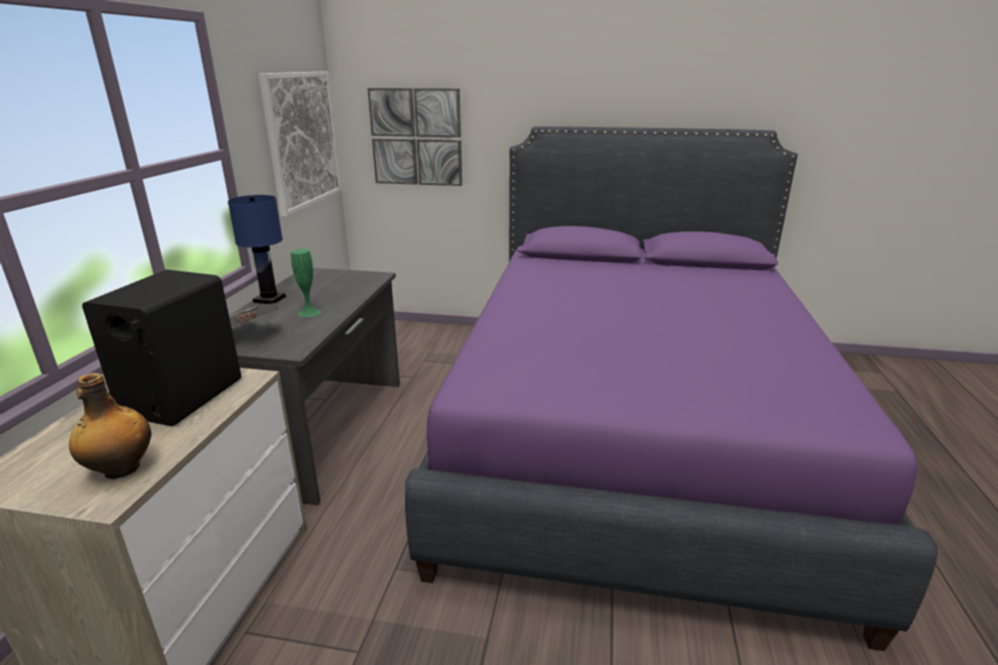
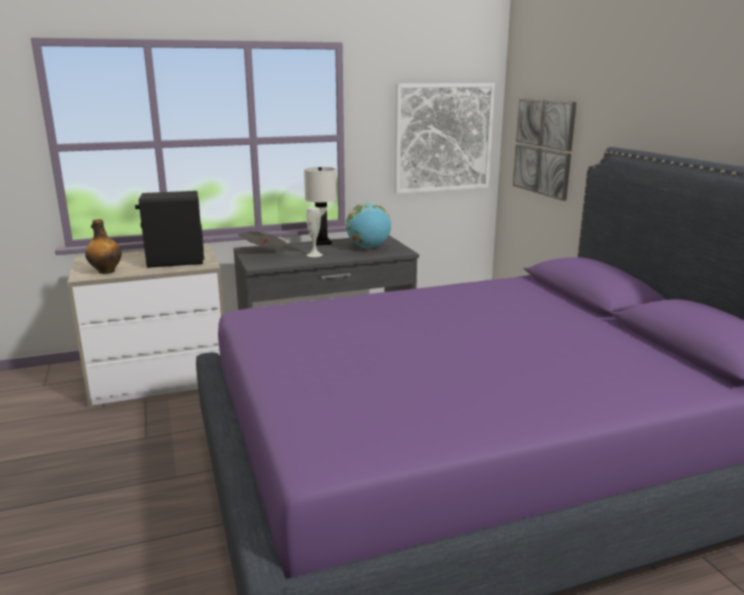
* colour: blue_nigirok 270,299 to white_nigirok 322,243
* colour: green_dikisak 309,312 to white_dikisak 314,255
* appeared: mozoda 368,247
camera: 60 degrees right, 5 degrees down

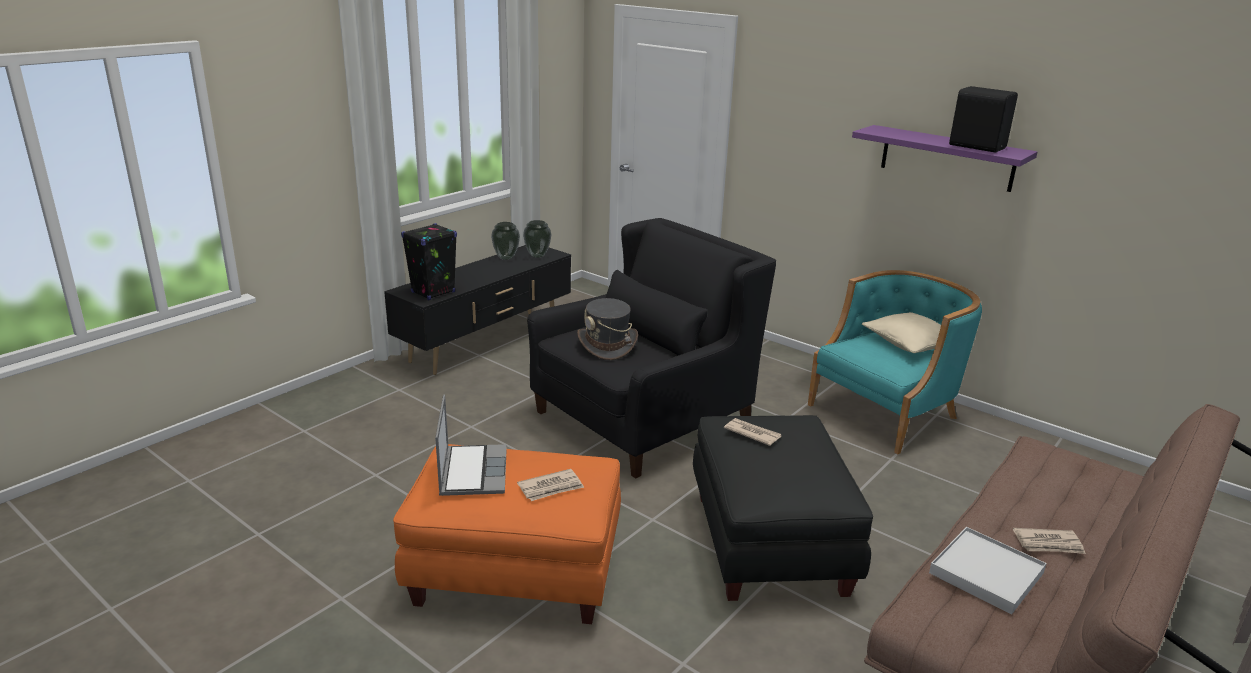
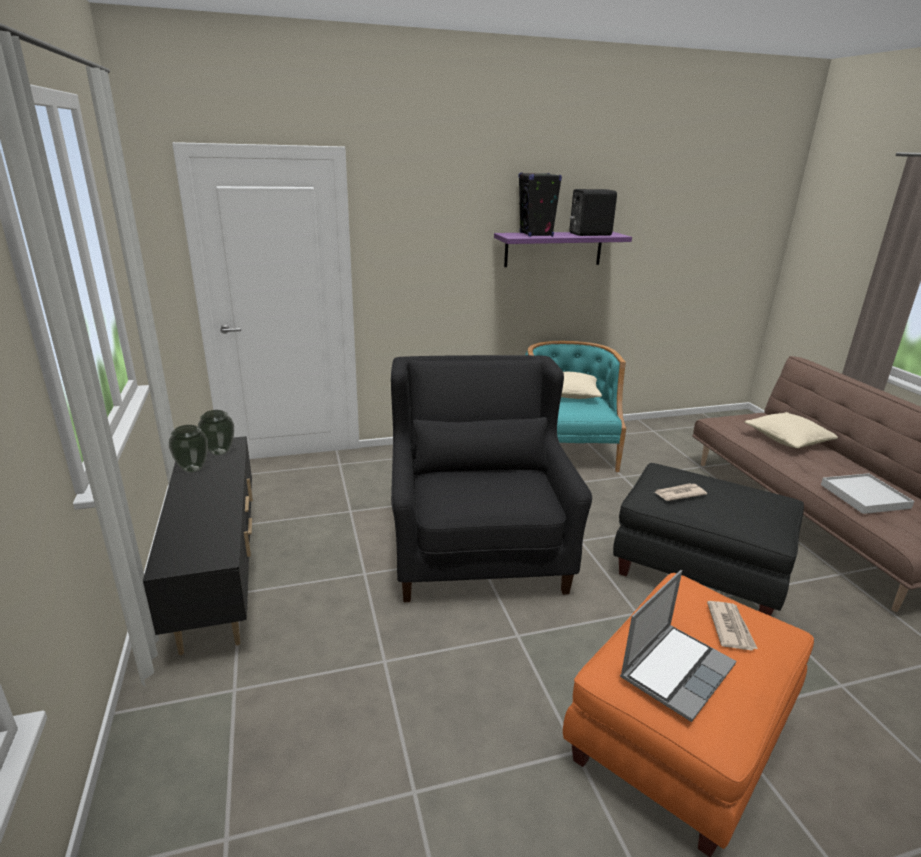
* relocated: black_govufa 433,292 to 536,234
* missing: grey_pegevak 607,345
* spun: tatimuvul 472,471 = 676,670 105 degrees clockwise
* missing: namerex 1049,544
* appeared: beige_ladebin 788,439
camera: 55 degrees left, 0 degrees up

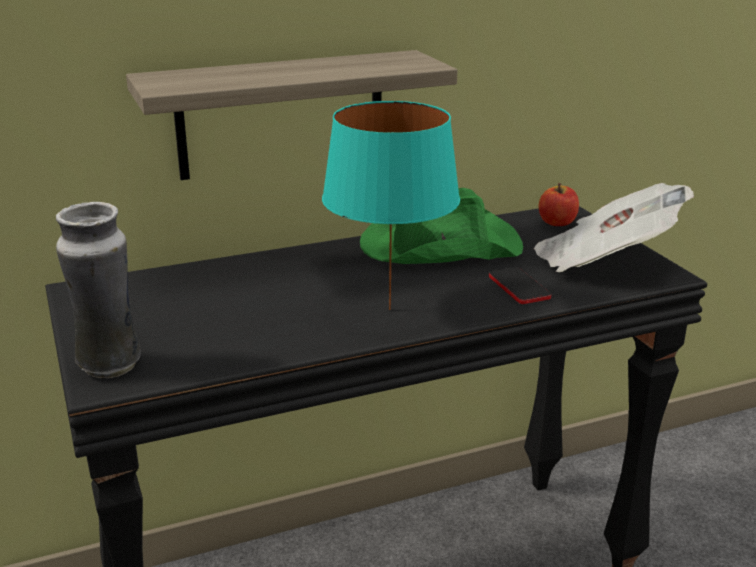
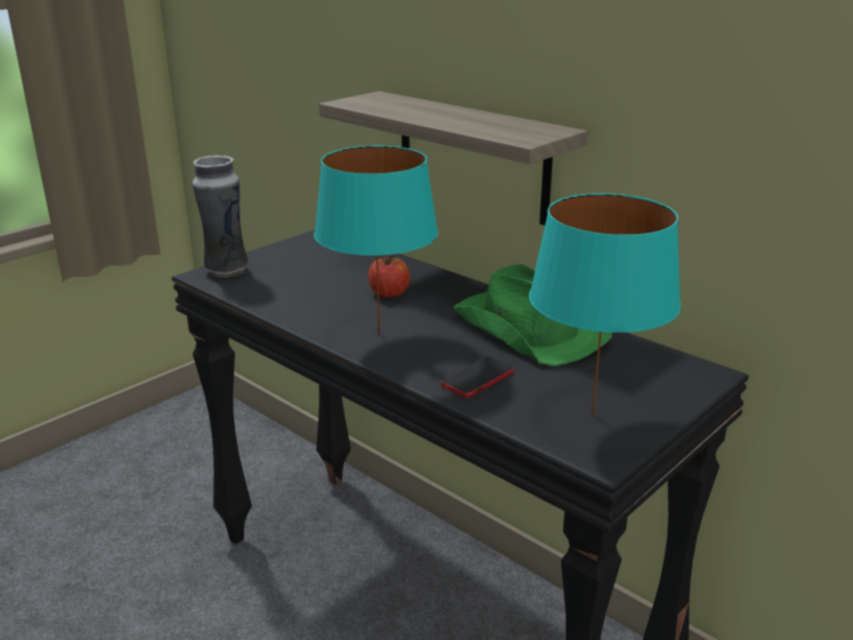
* exchanged: namerex 604,262 to turquoise_nigirok 591,413
* relocated: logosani 557,222 to 389,293
camera: 65 degrees right, 0 degrees up

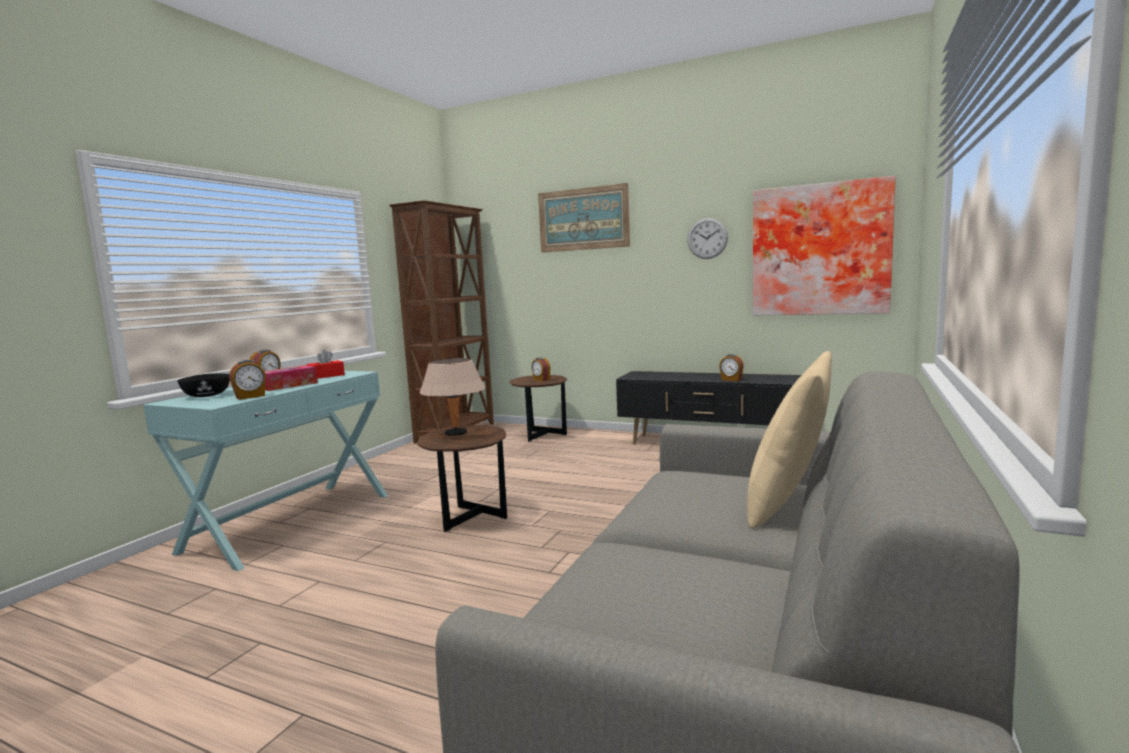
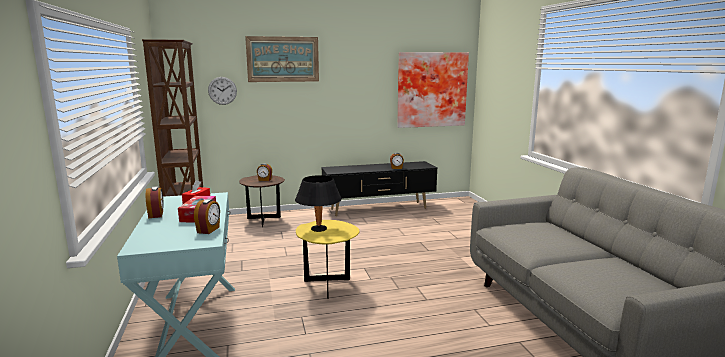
* relocated: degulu 707,238 to 222,90
* missing: beige_ladebin 788,503
* colour: beige_nigirok 456,433 to black_nigirok 318,229
* missing: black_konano 206,396
* colour: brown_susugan 469,520 to yellow_susugan 328,287
camera: 40 degrees left, 5 degrees up

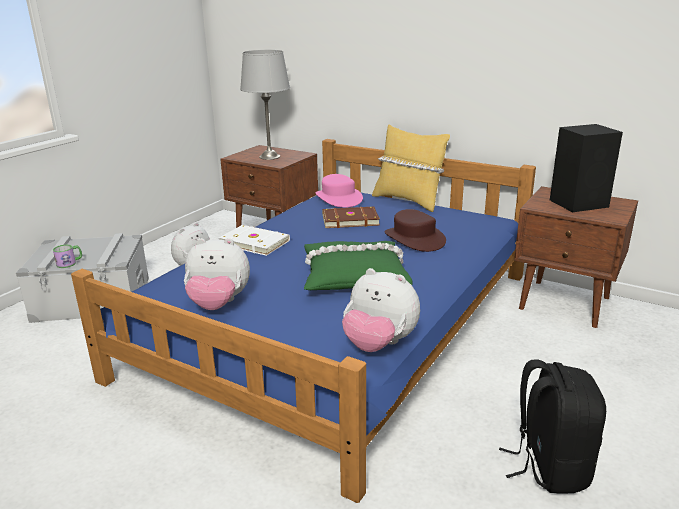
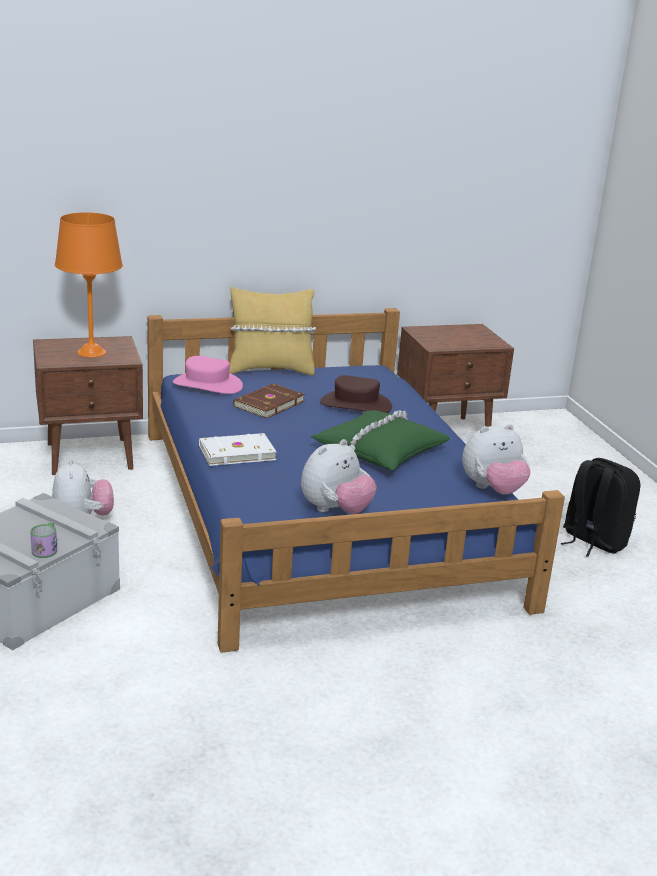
* colour: grey_nigirok 269,156 to orange_nigirok 91,352
* missing: black_govufa 580,203
camera: 50 degrees left, 0 degrees up

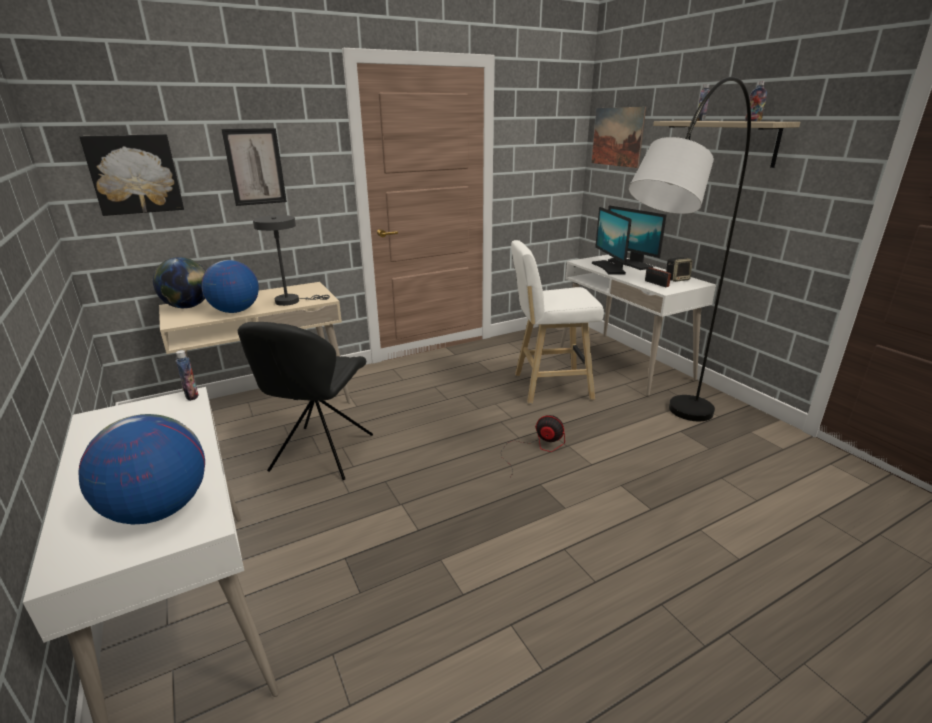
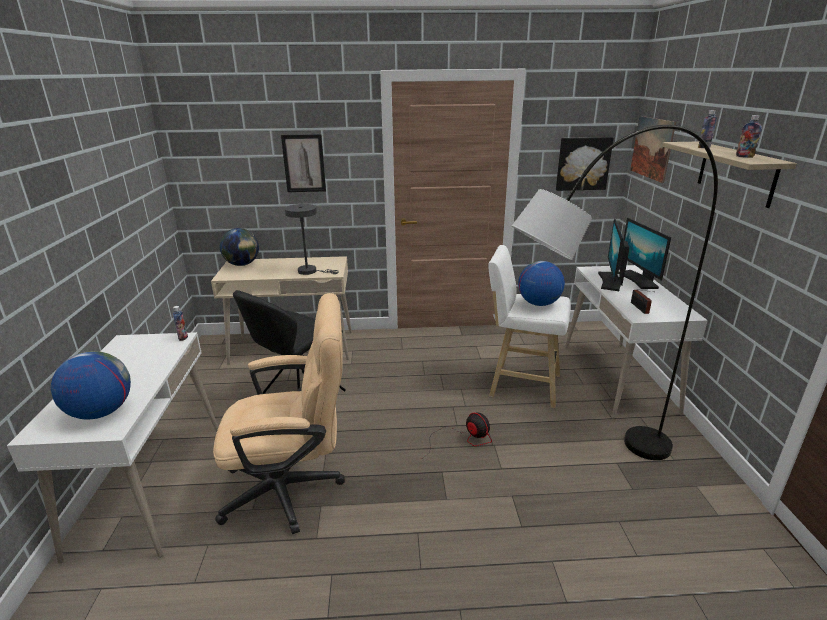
* relocated: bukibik 135,174 to 582,163
* missing: govufa 677,279
* relocated: mozoda 235,311 to 538,303
* appeared: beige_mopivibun 293,488
camera: 25 degrees right, 0 degrees up

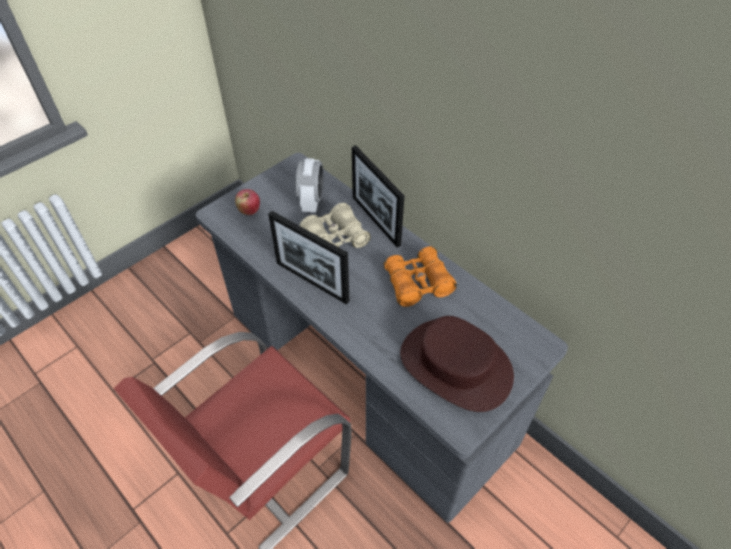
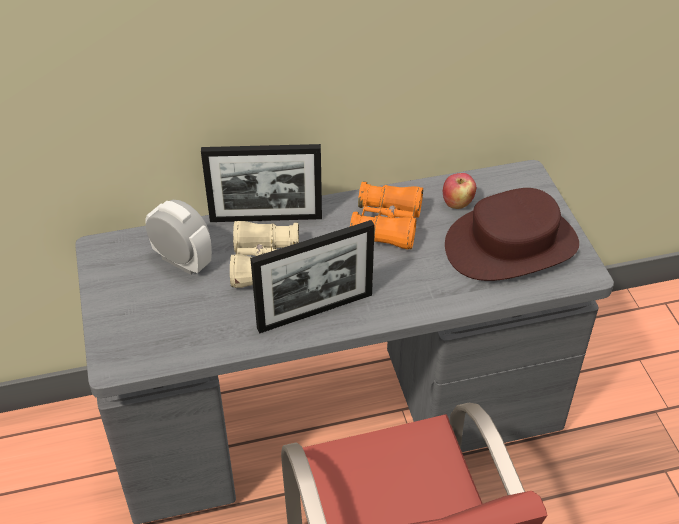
* relocated: logosani 249,211 to 457,203
camera: 60 degrees left, 5 degrees down

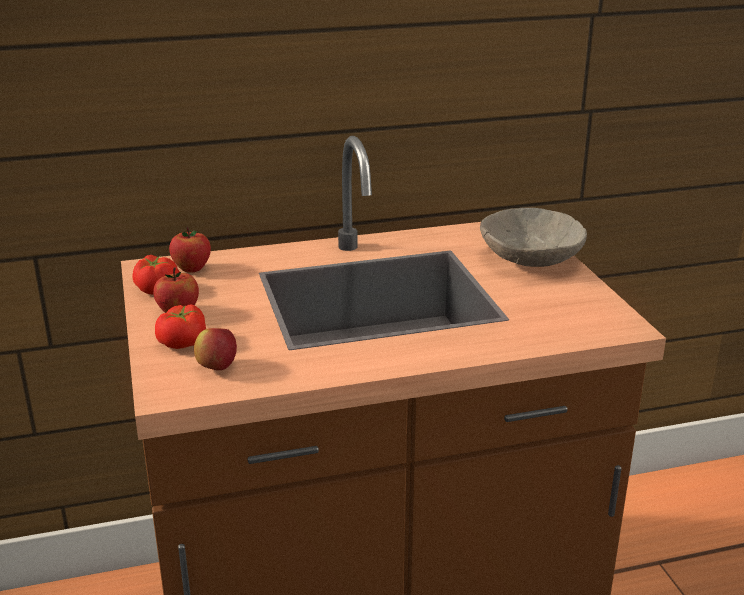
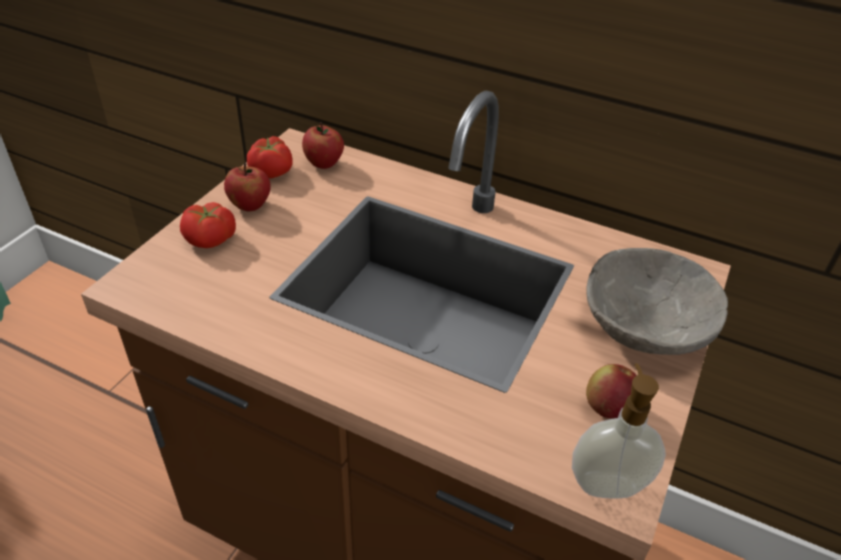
* relocated: logosani 217,367 to 607,407
* appeared: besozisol 607,483
camera: 40 degrees right, 15 degrees up

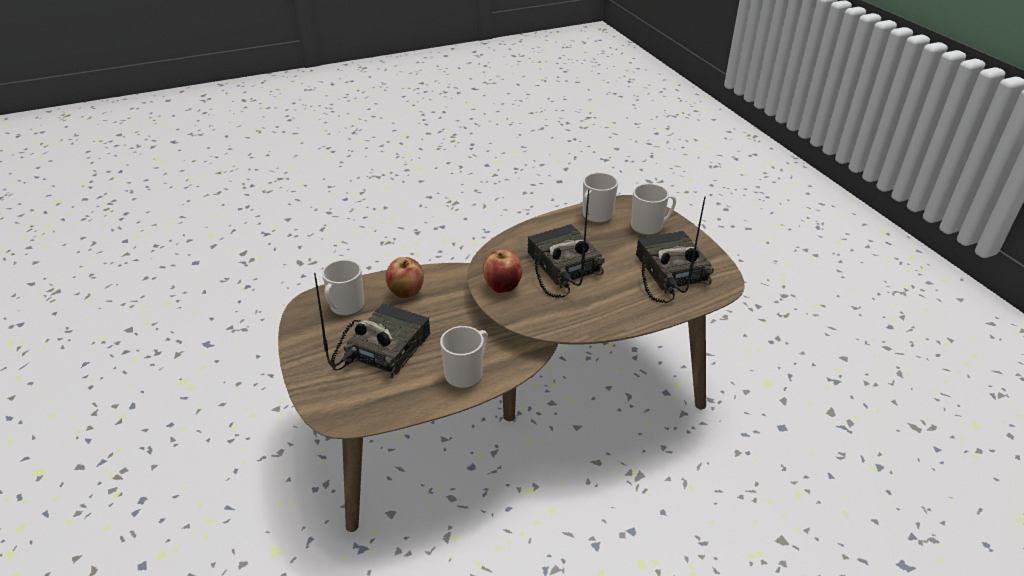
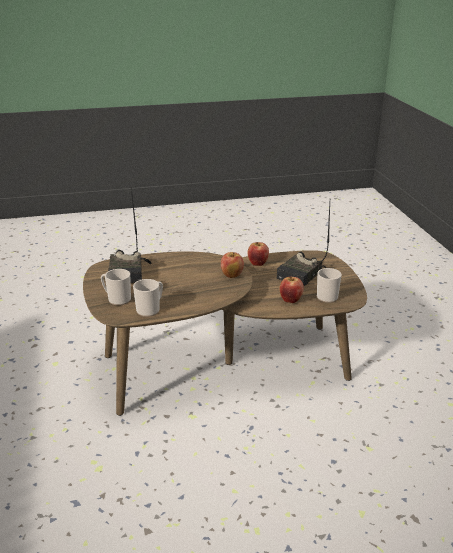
* missing: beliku 560,268
* exchanged: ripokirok 467,373 to logosani 258,263
camera: 170 degrees left, 10 degrees down

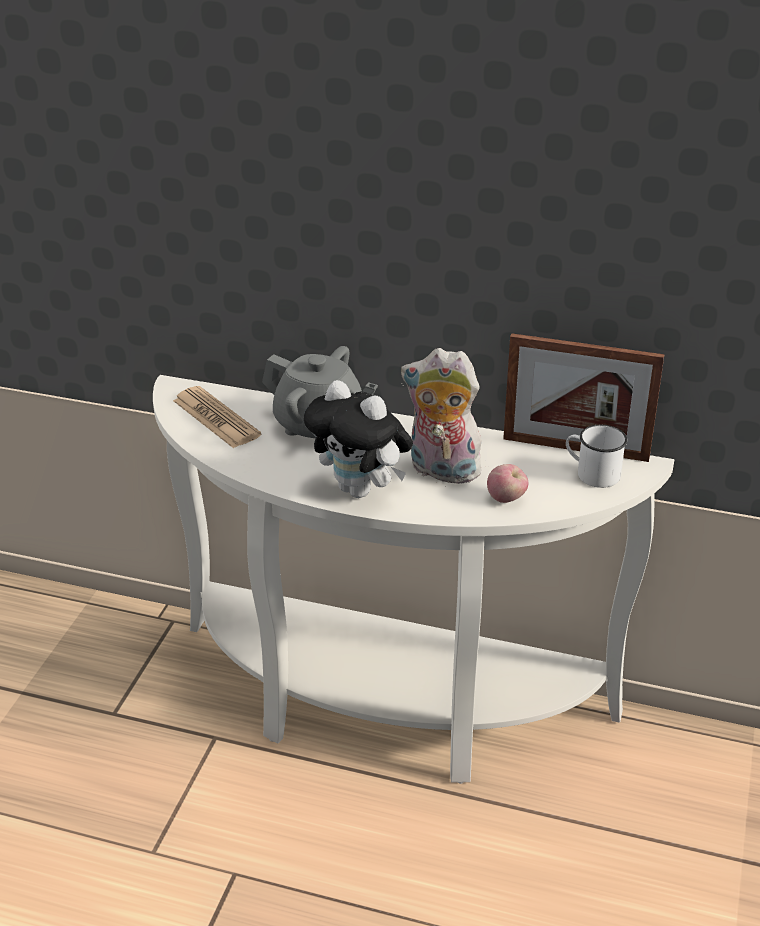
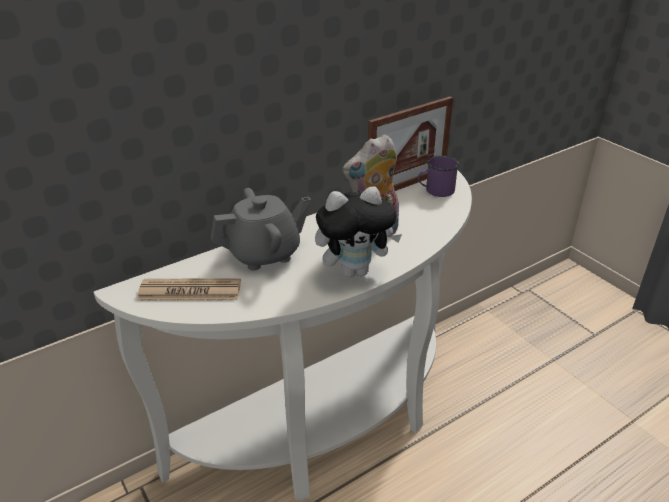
* colour: white_ripokirok 592,473 to purple_ripokirok 435,191
* missing: logosani 506,499
camera: 50 degrees left, 0 degrees up

